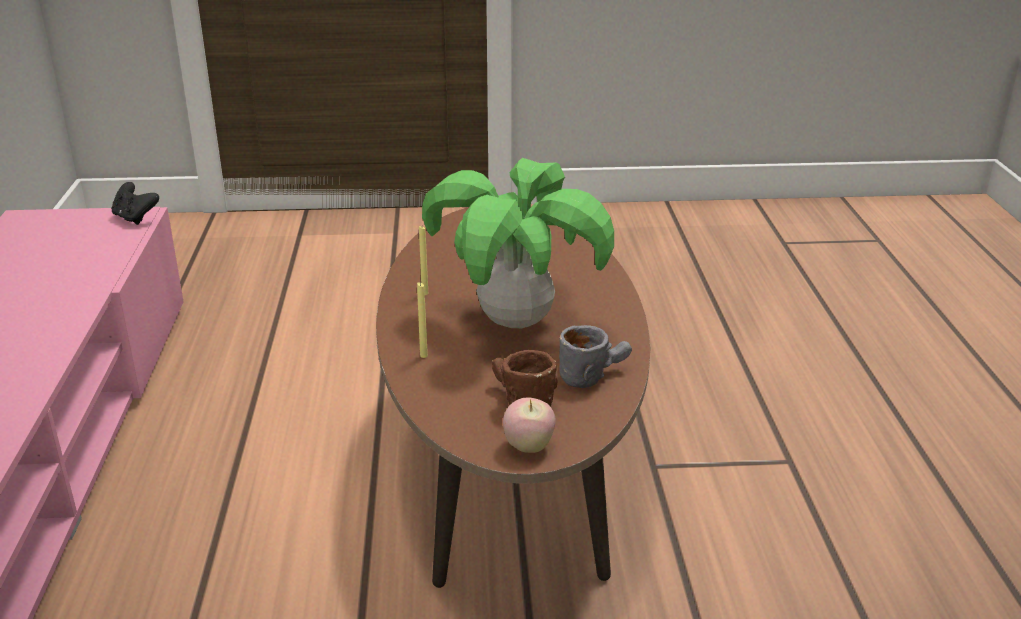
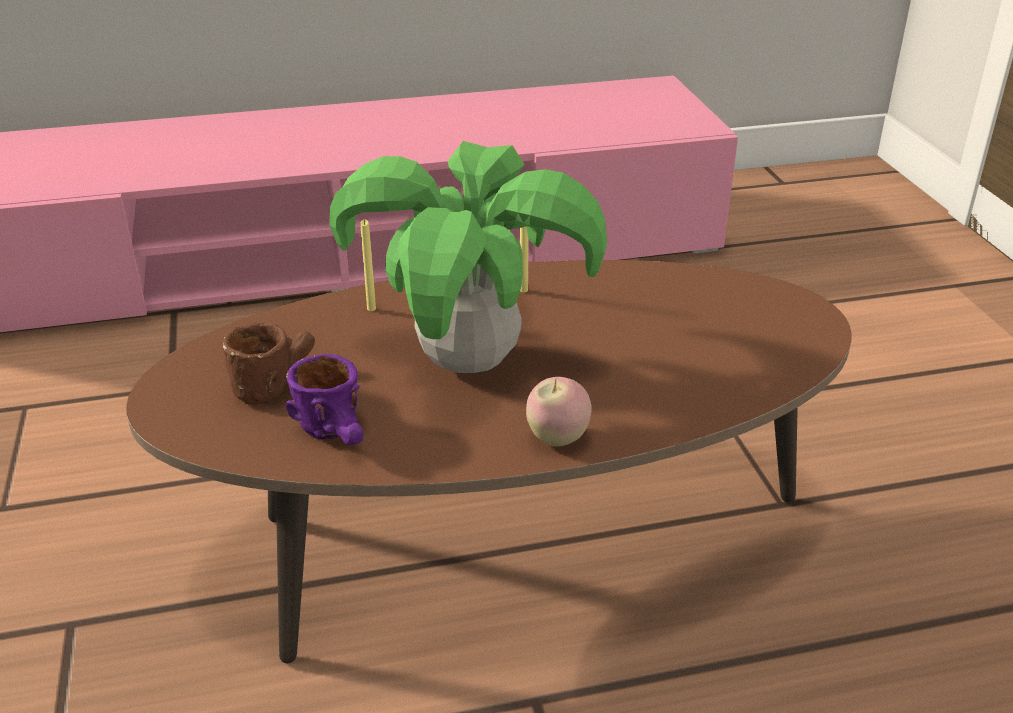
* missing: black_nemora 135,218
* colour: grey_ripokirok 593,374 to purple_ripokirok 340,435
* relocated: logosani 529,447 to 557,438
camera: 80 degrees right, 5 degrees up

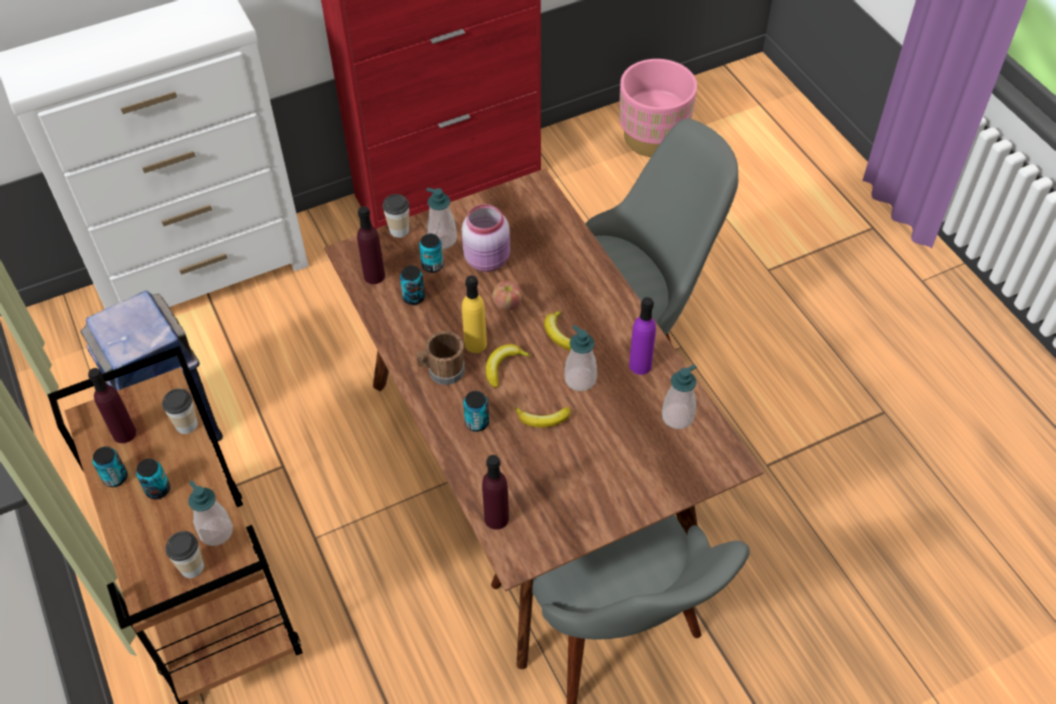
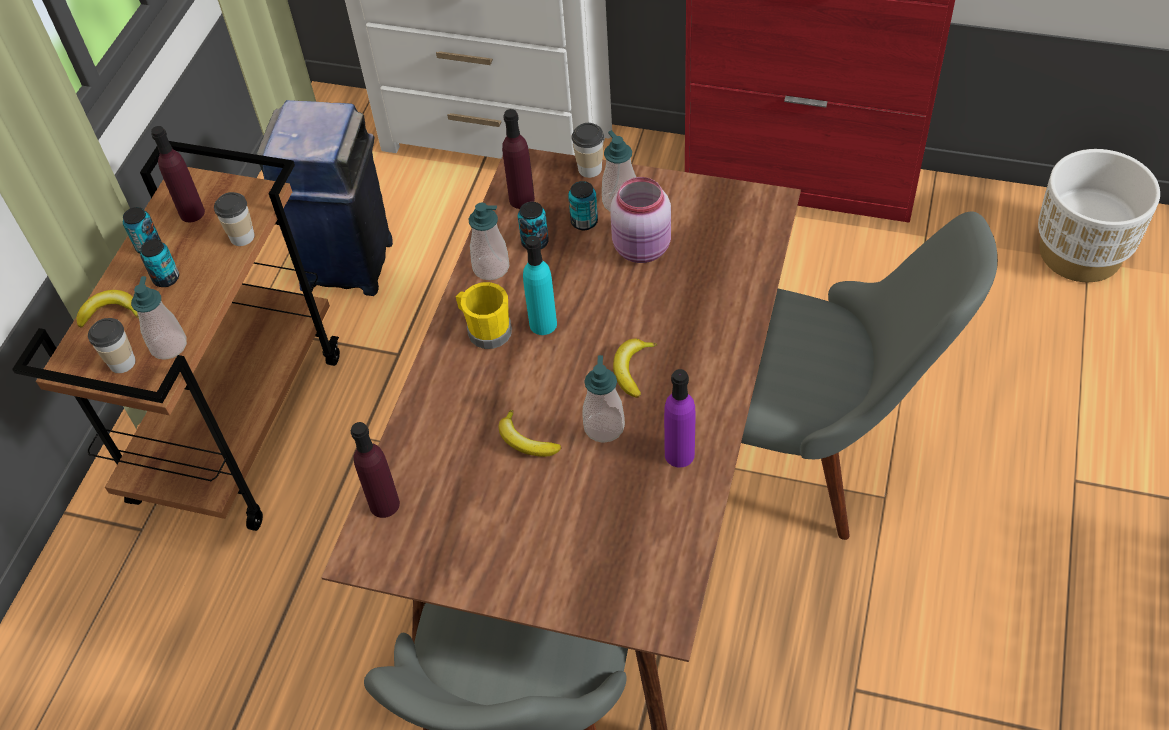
* colour: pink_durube 653,137 to white_durube 1080,253
* colour: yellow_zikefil 475,344 to turquoise_zikefil 543,324
* missing: logosani 507,304
* colour: brown_ripokirok 442,371 to yellow_ripokirok 485,330
* relocated: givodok 503,367 to 110,313
* relocated: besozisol 677,417 to 491,267
* missing: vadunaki 477,422
camera: 45 degrees right, 0 degrees up

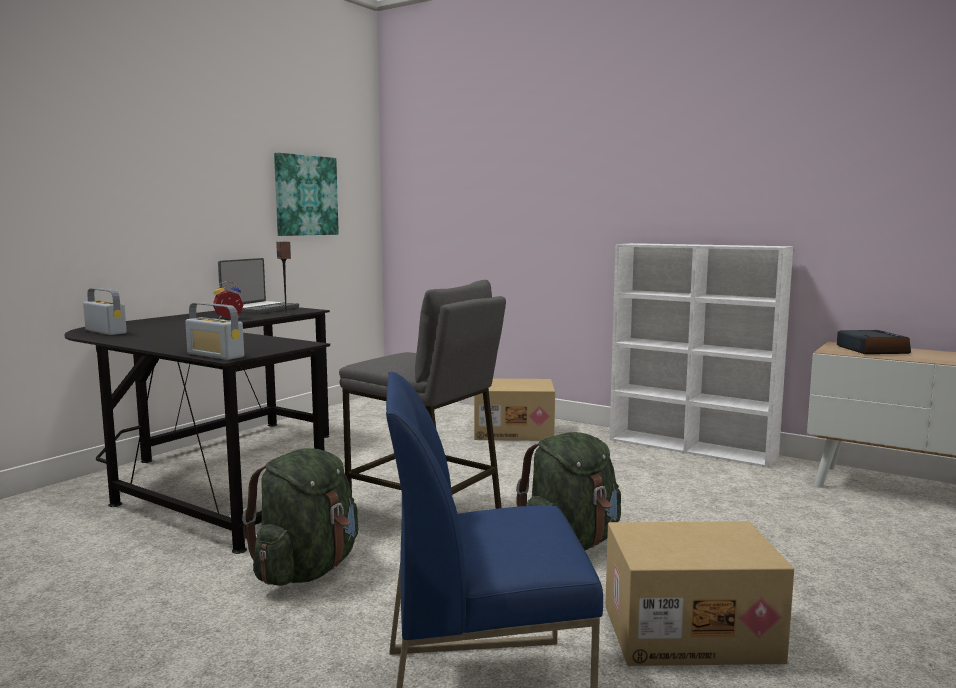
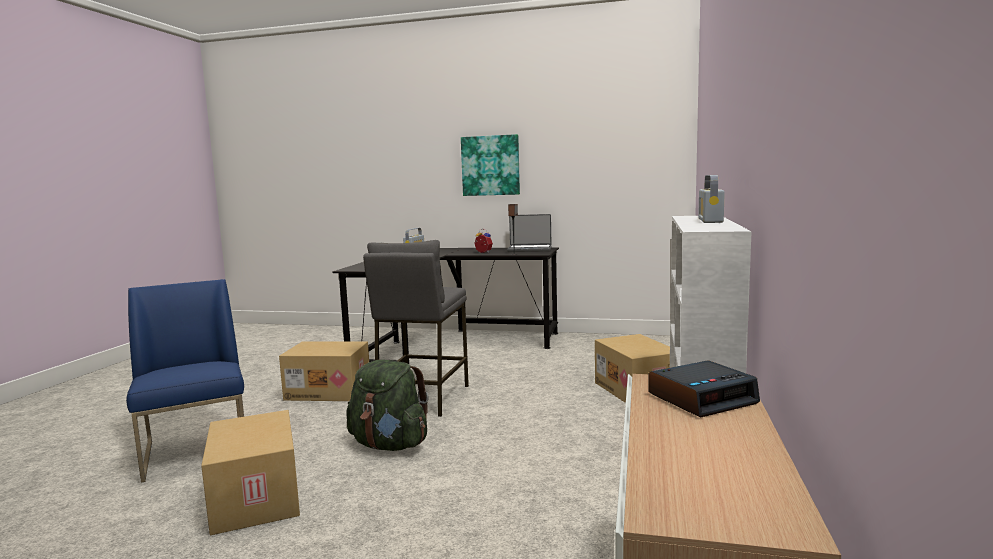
* relocated: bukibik 305,195 to 490,165
* relocated: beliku 215,355 to 710,220
* exchanged: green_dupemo 307,570 to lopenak 329,391
camera: 70 degrees right, 0 degrees up

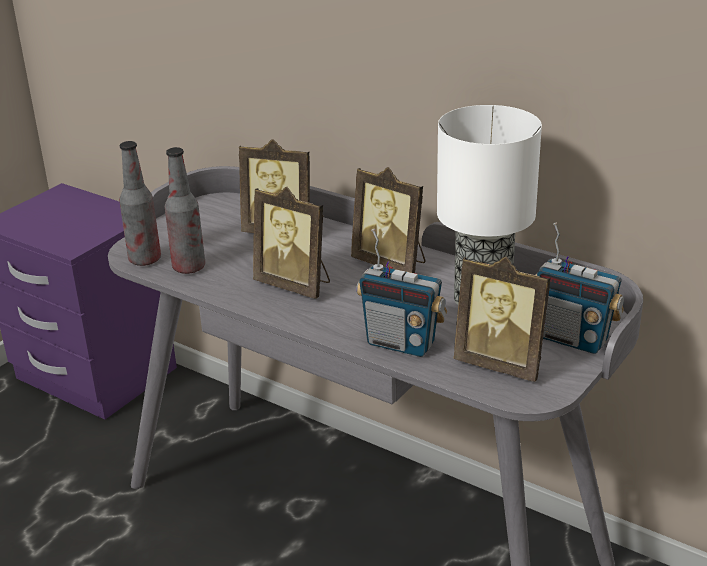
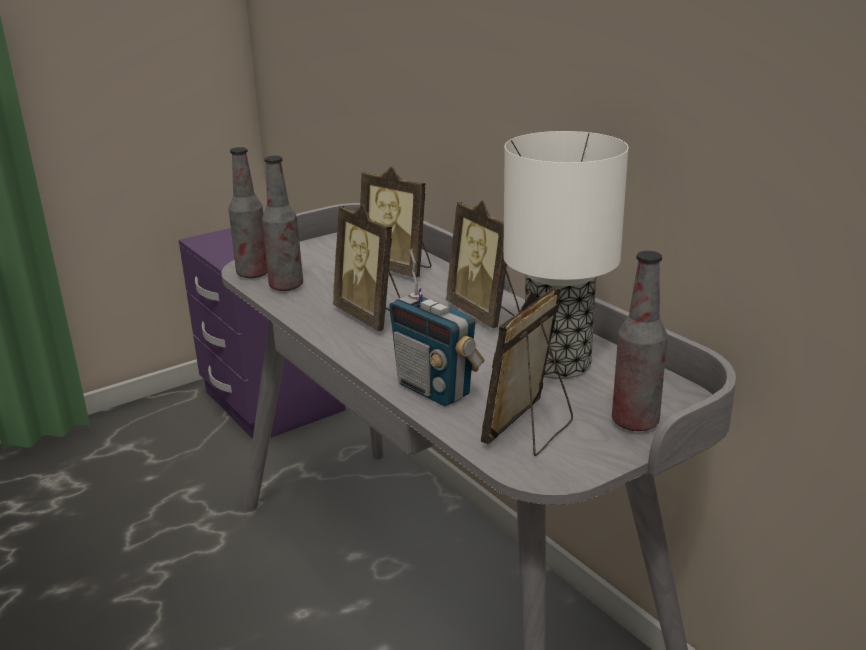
* exchanged: beliku 573,339 to zikefil 635,422
* spun: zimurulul 502,364 = 530,431 75 degrees clockwise
camera: 20 degrees right, 5 degrees down

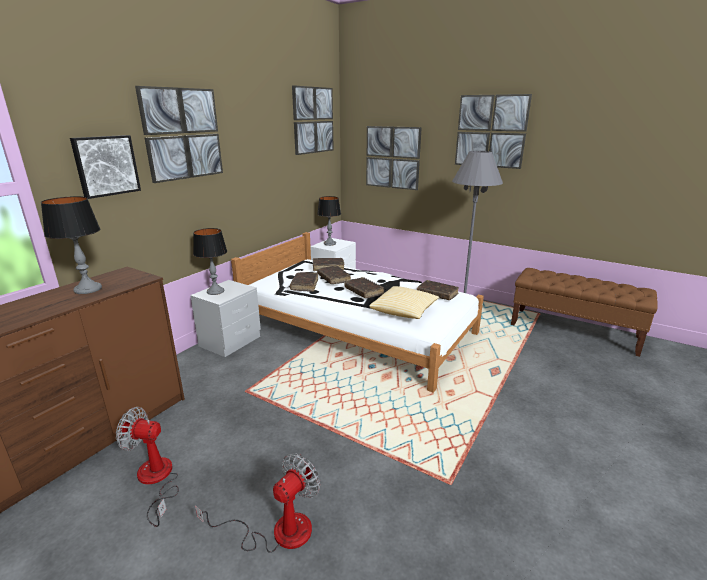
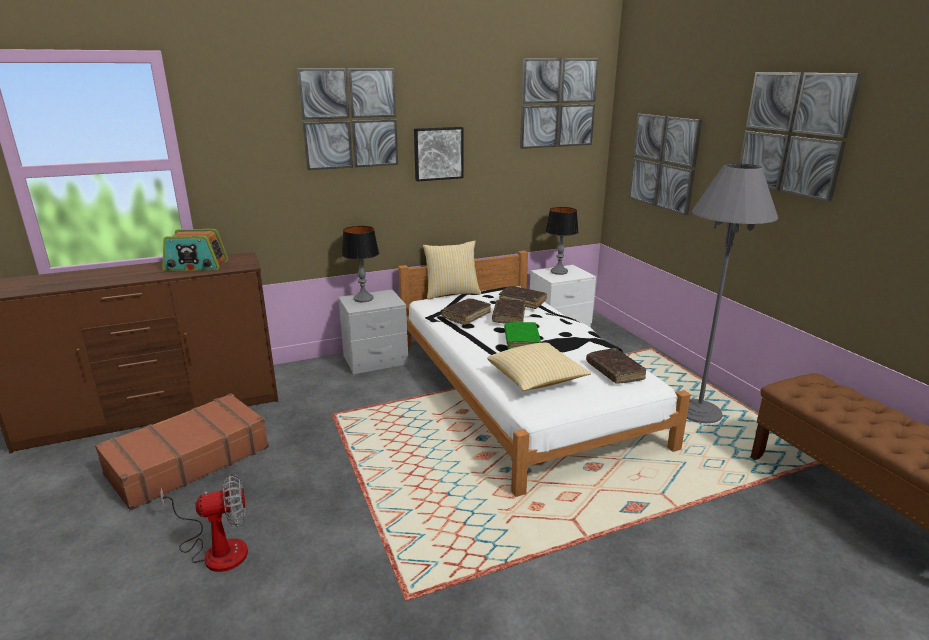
* relocated: bukibik 106,165 to 438,153
* exchanged: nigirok 88,289 to beliku 196,266
* colour: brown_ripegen 363,292 to green_ripegen 522,341
* exchanged: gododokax 156,480 to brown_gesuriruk 188,461
* appeared: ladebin 451,293
camera: 35 degrees right, 0 degrees up

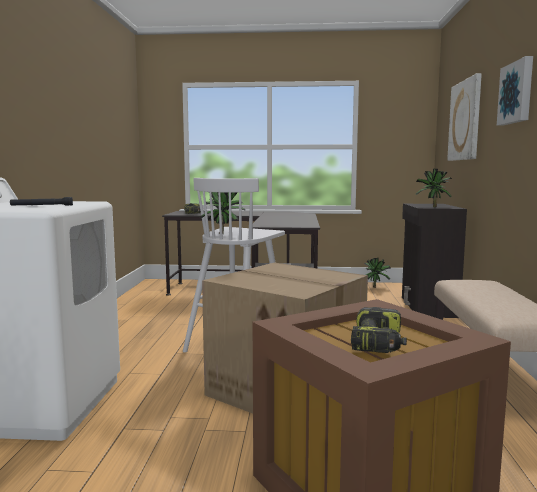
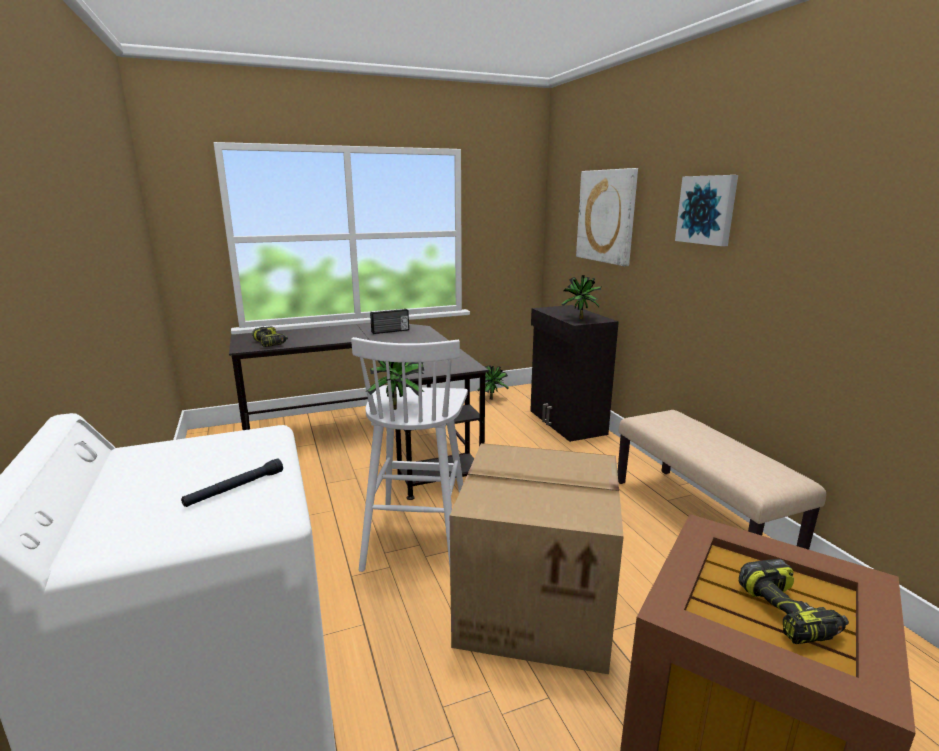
* appeared: beliku 390,331
camera: 25 degrees left, 10 degrees up

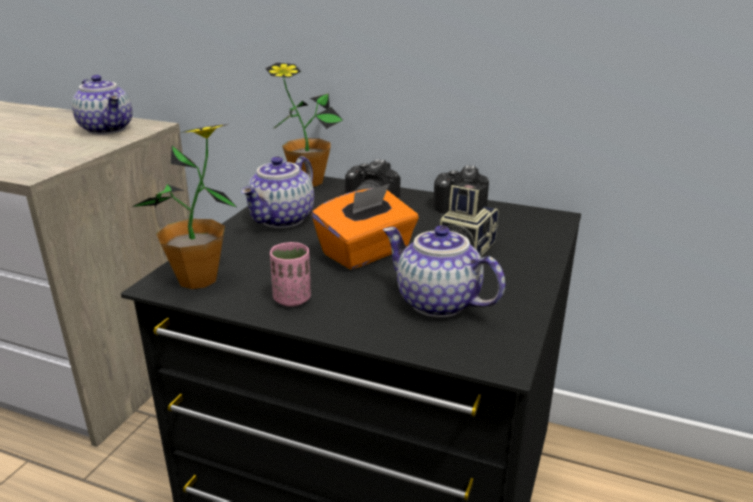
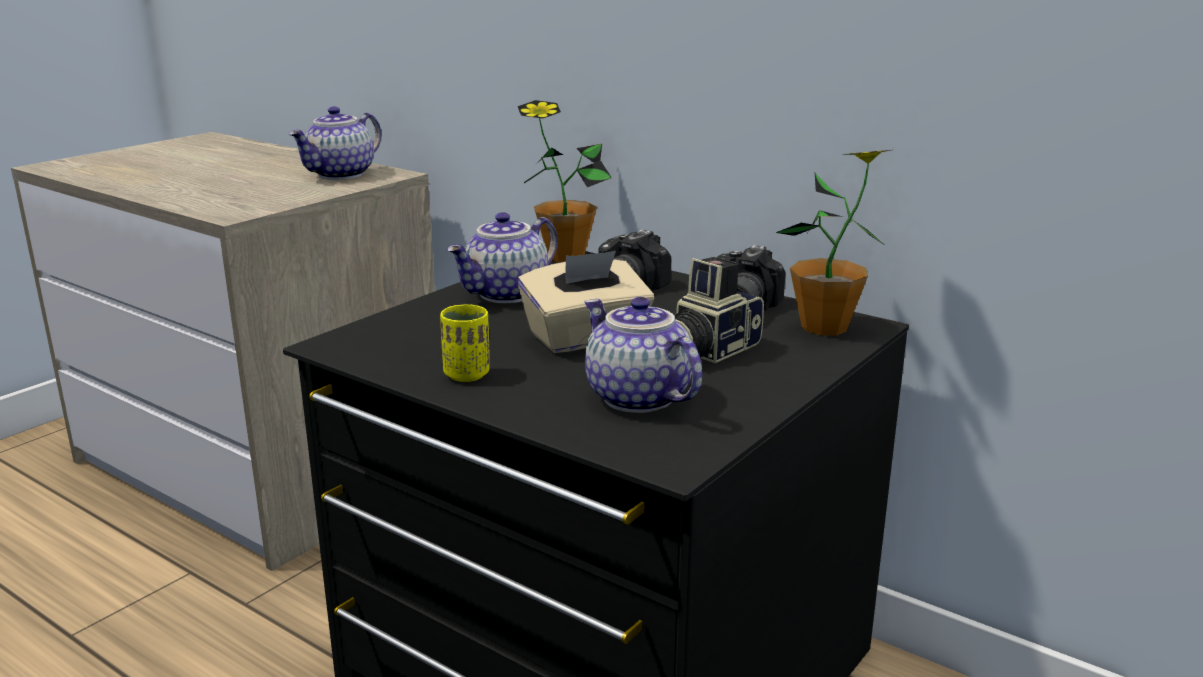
* spun: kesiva 108,129 = 341,175 60 degrees clockwise
* relocated: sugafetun 198,279 to 824,327
* colour: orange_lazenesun 366,252 to beige_lazenesun 586,338
* colour: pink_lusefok 292,299 to yellow_lusefok 467,374
camera: 15 degrees right, 5 degrees down

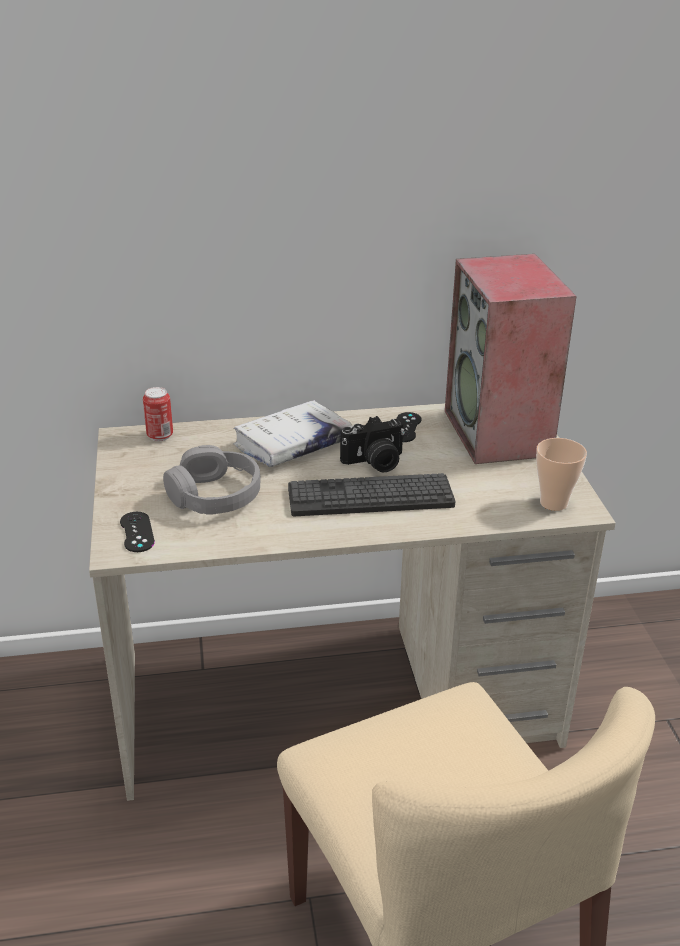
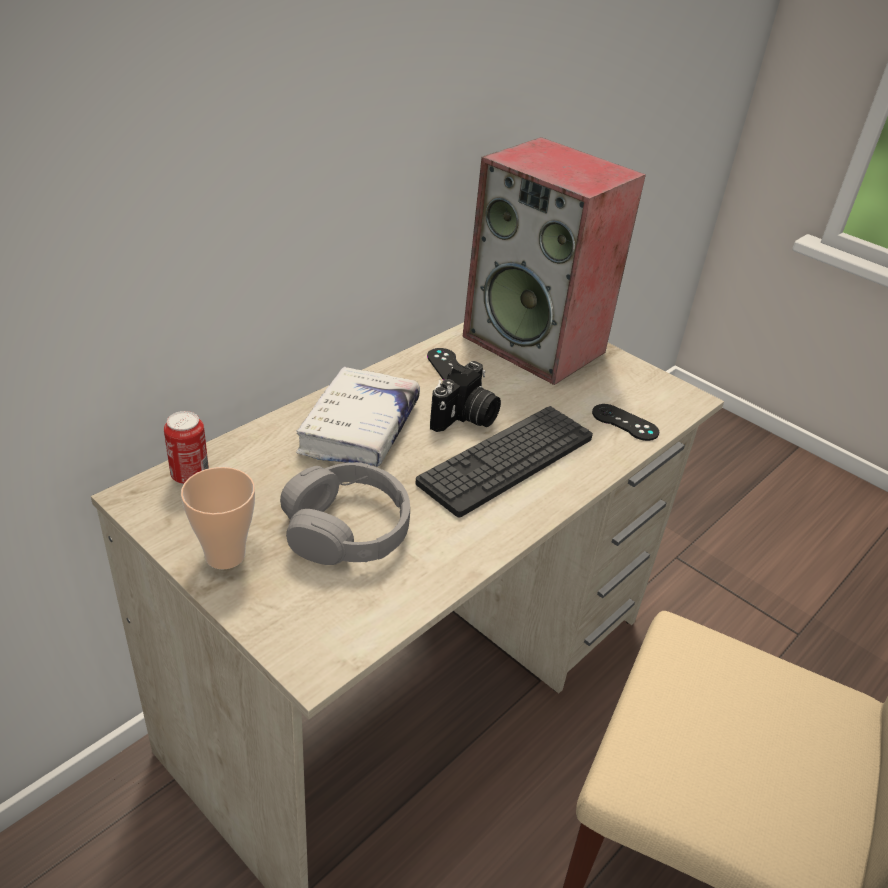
* relocated: lusefok 553,503 to 225,555
* relocated: black_nemora 137,532 to 625,422
camera: 40 degrees left, 5 degrees up

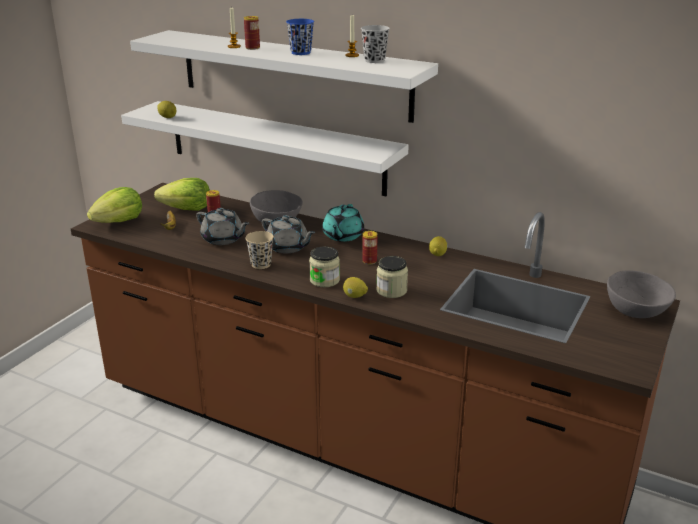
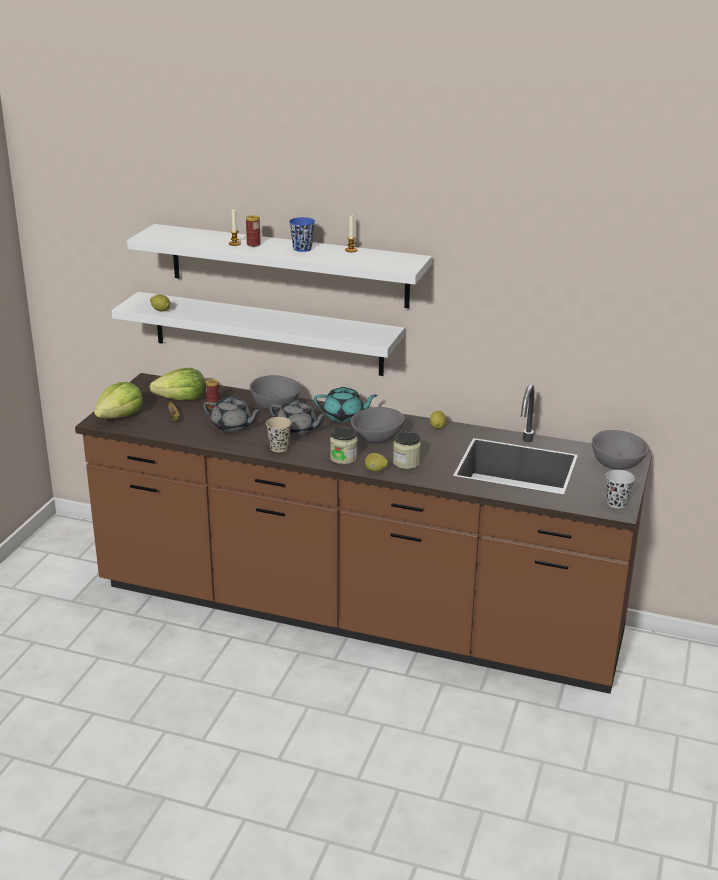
* relocated: black_lusefok 374,60 to 616,503
* spun: turquoise_kesiva 342,236 = 344,416 90 degrees counterclockwise
* exchanged: vadunaki 369,261 to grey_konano 377,438
camera: 10 degrees left, 0 degrees up

